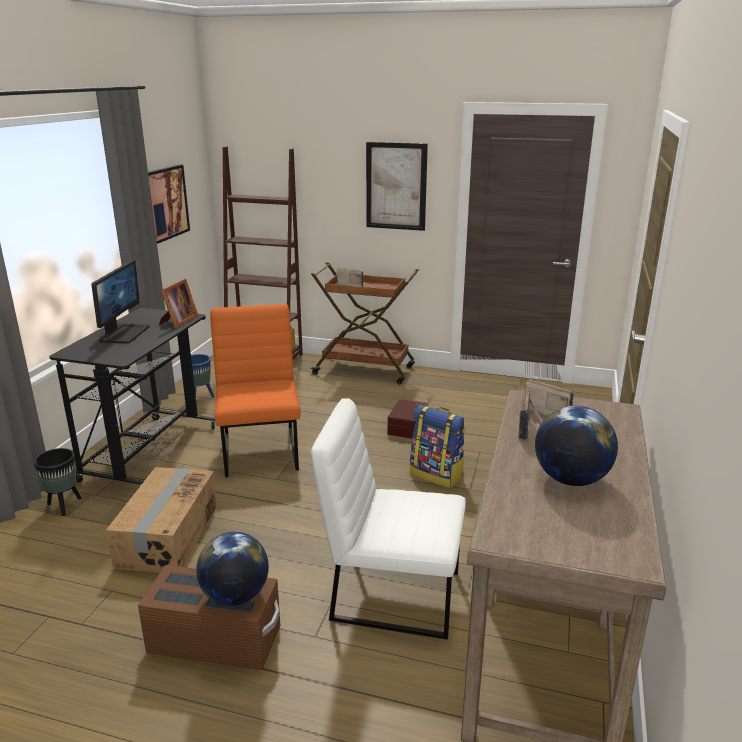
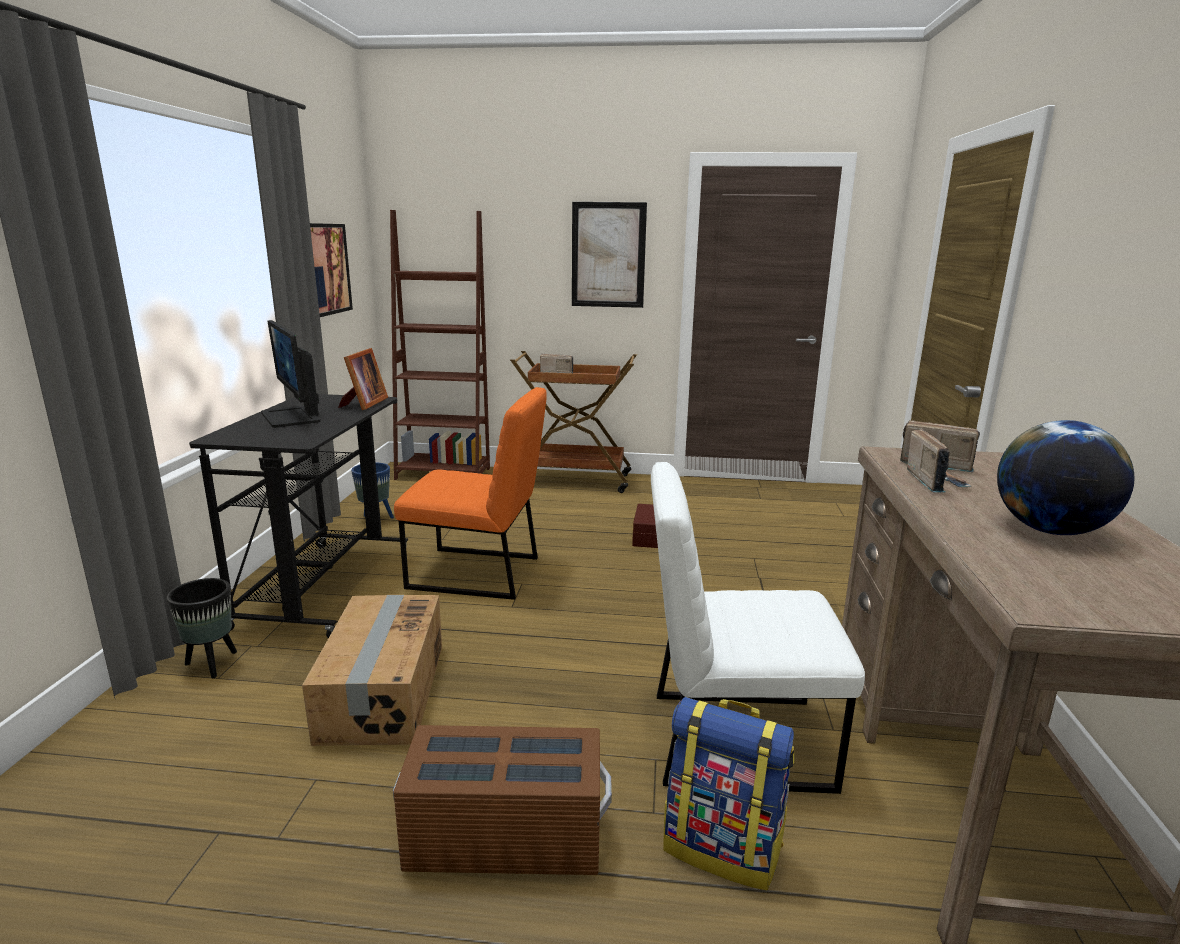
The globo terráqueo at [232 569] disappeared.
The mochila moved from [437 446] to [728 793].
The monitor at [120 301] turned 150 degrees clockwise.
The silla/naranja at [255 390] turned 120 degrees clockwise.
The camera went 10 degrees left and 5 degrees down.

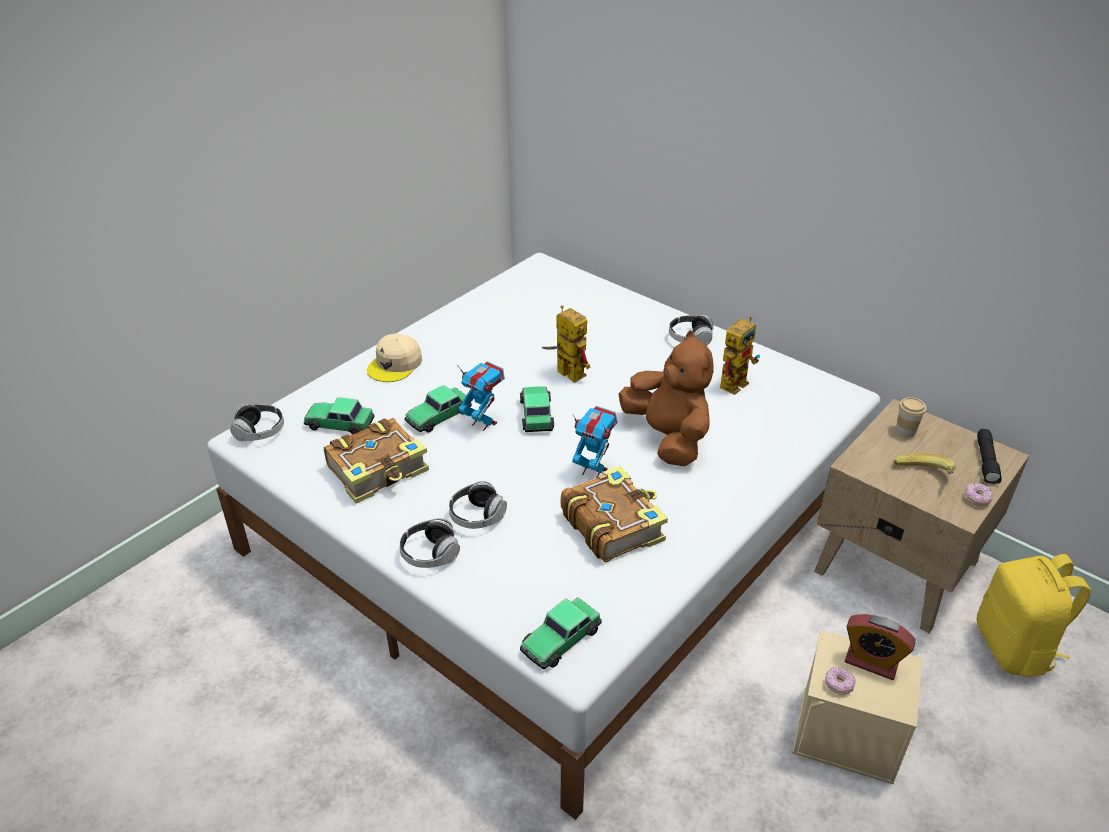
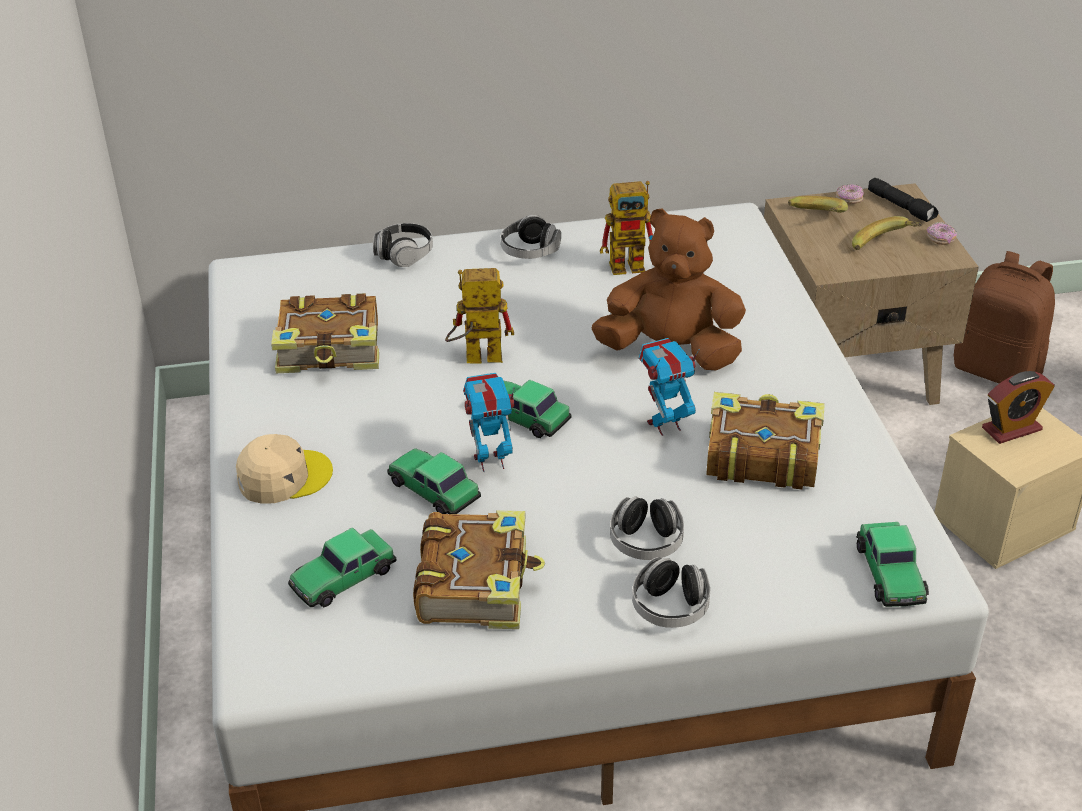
The libro at [325 333] appeared.
The auriculares moved from [257 422] to [403 245].
The rosquilla moved from [840 681] to [850 194].
The taza at [911 417] was replaced by the plátano at [818 204].
The mochila/amarillo at [1033 615] became the mochila/marrón at [1004 317].
The gorra/beis at [394 357] turned 90 degrees counterclockwise.
The coche de juguete at [438 409] turned 135 degrees clockwise.
The robot de juguete at [740 355] turned 90 degrees clockwise.
The camera went 50 degrees left and 0 degrees up.

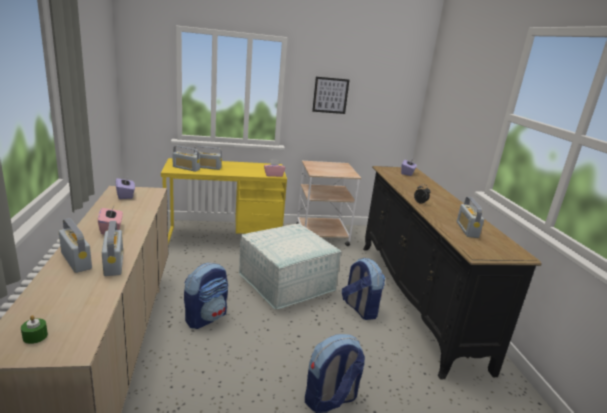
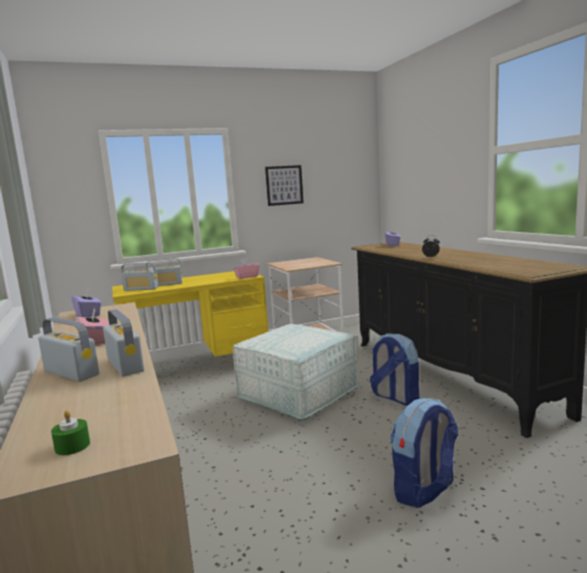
The mochila at [206 295] disappeared.
The radio at [470 217] disappeared.
The camera went 10 degrees left and 10 degrees down.

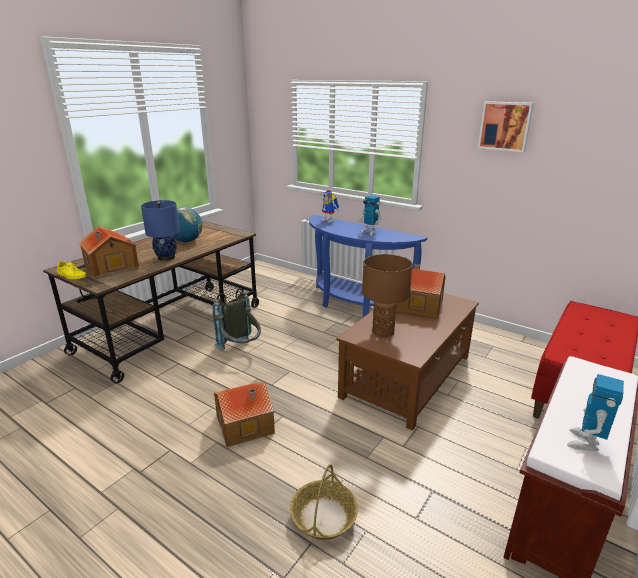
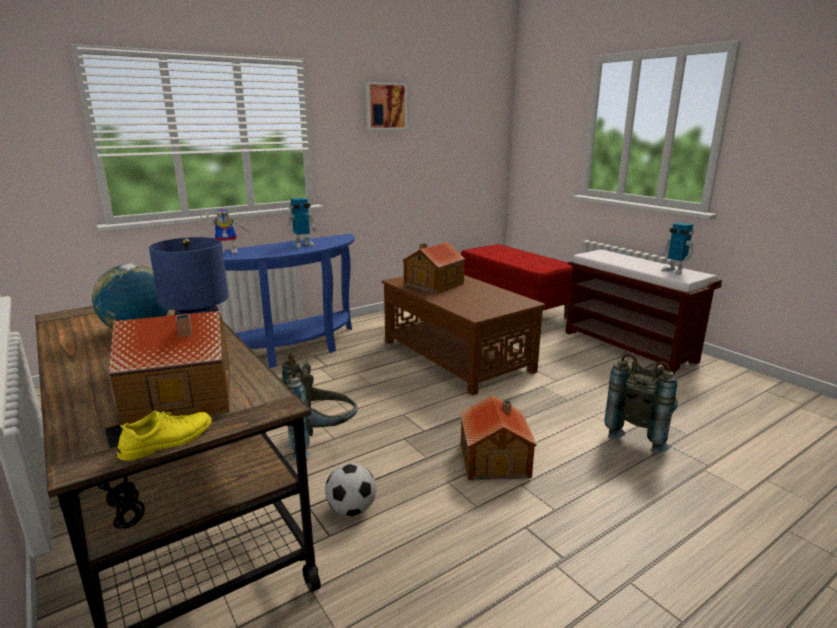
The lámpara de mesa/marrón at [387 295] disappeared.
The balón de fútbol at [350 489] appeared.
The cesta at [324 502] was replaced by the mochila/gris at [641 403].
The camera went 70 degrees left and 5 degrees down.

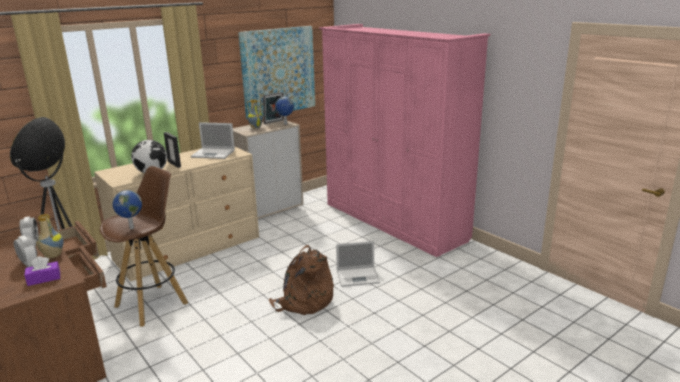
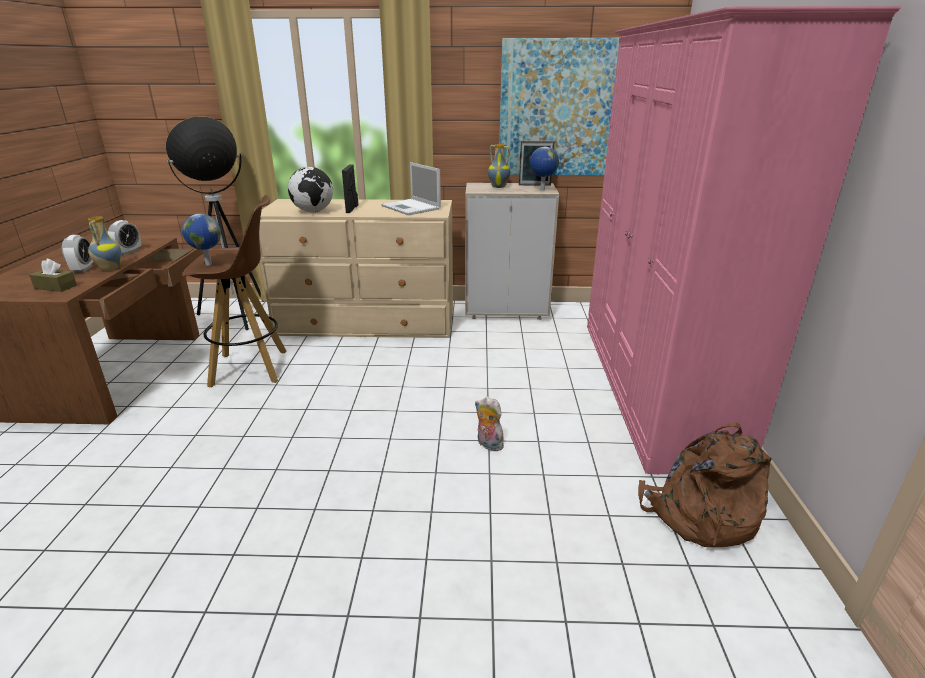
The mochila/marrón moved from [301 280] to [704 484].
The portátil at [358 264] was replaced by the peluche at [489 423].
The caja de pañuelos/morado at [42 271] became the caja de pañuelos/marrón at [53 275].
The camera went 40 degrees right and 5 degrees up.

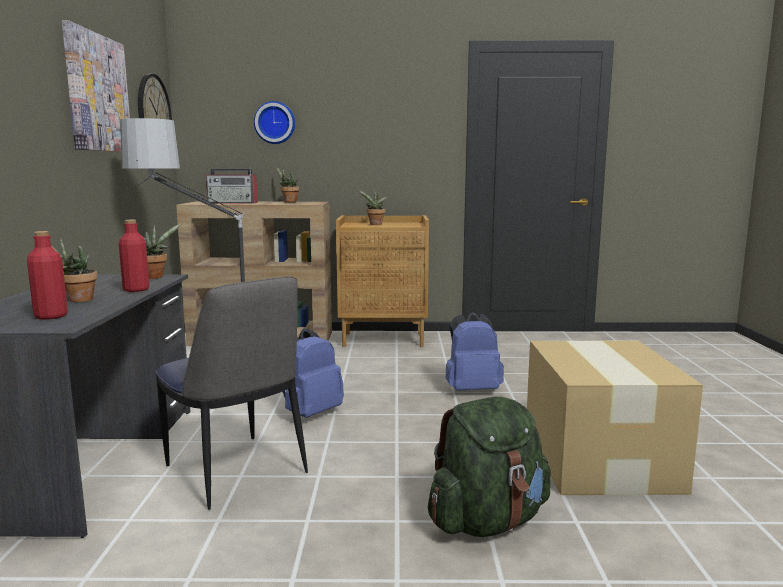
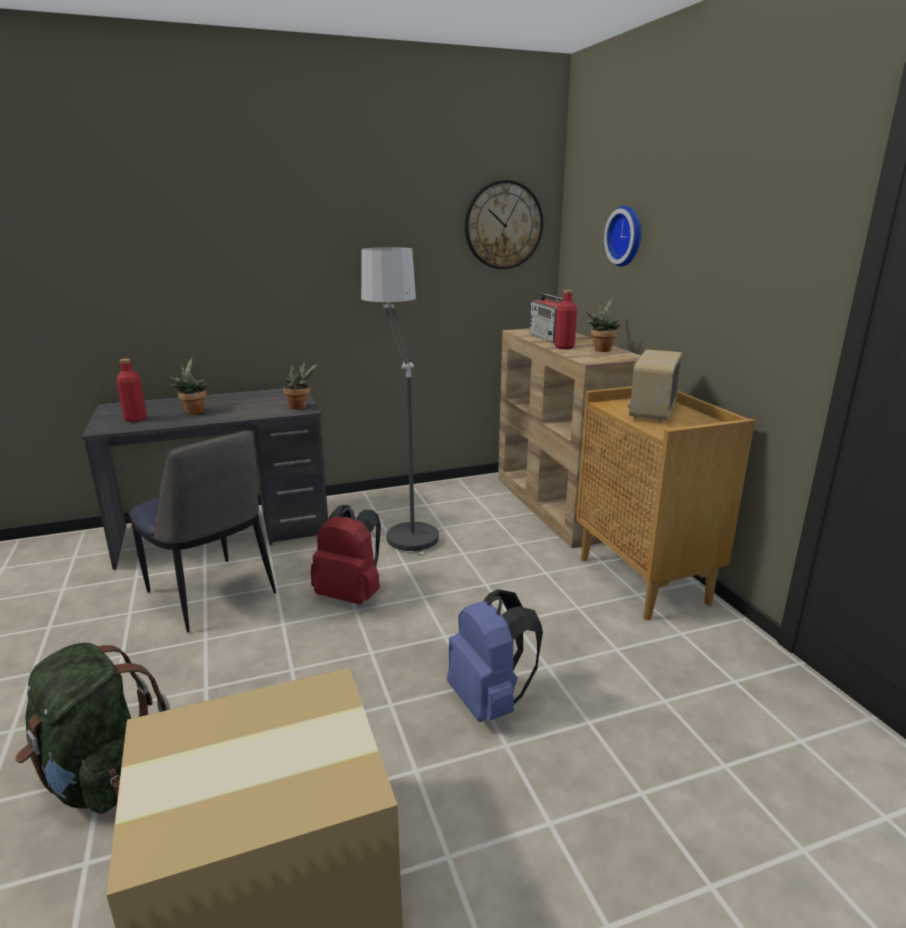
The cuadro at [96 86] disappeared.
The botella/rojo moved from [134 256] to [565 319].
The planta en maceta at [373 207] was replaced by the radio at [654 385].
The mochila/azul at [313 373] became the mochila/rojo at [346 555].
The silla at [231 393] turned 75 degrees counterclockwise.
The camera went 70 degrees right and 10 degrees up.

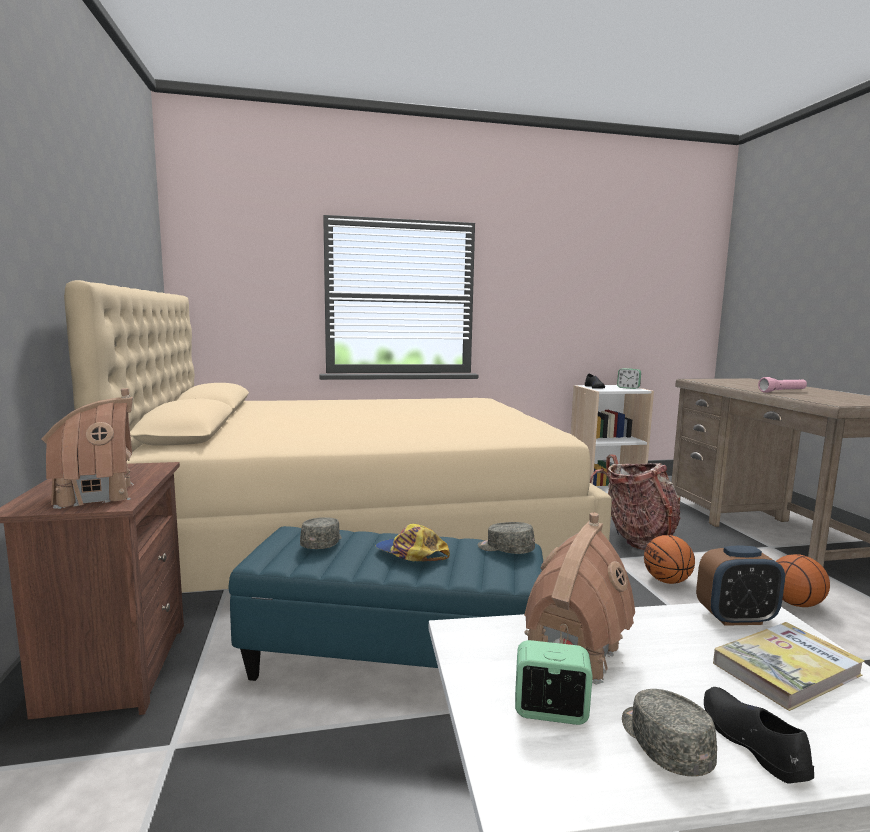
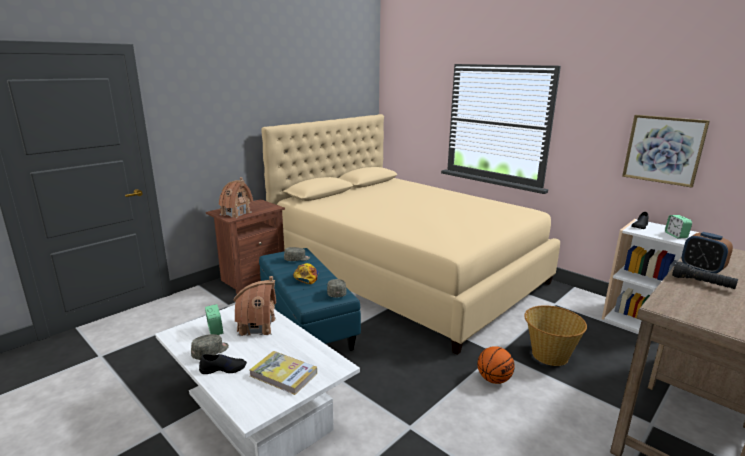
The balón de baloncesto at [803 580] disappeared.
The cuadro at [666 151] appeared.
The despertador moved from [740 586] to [707 252].
The mochila at [635 502] was replaced by the cesta at [555 335].
The linterna/rosa at [782 384] became the linterna/negro at [705 275].
The zapato/negro at [759 735] turned 45 degrees clockwise.
The camera went 55 degrees right and 10 degrees up.

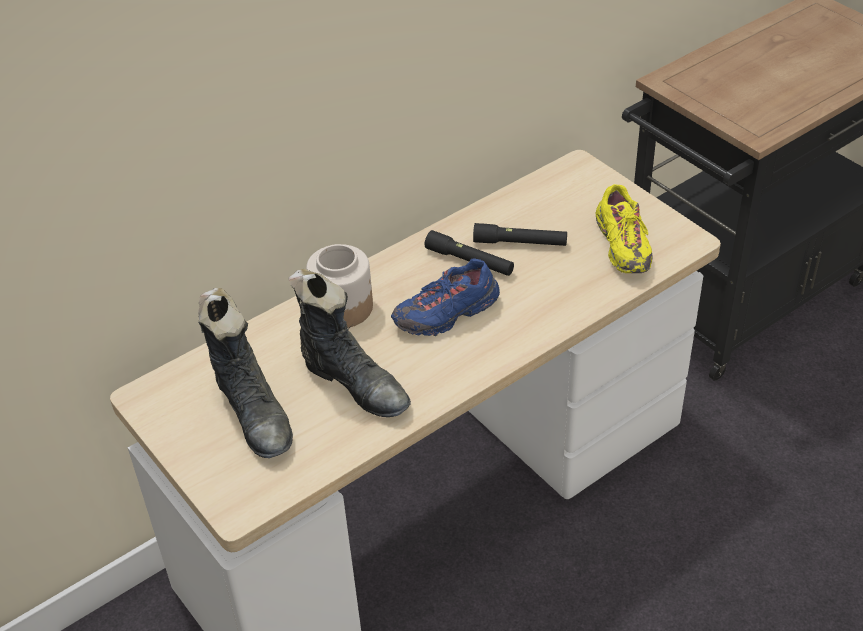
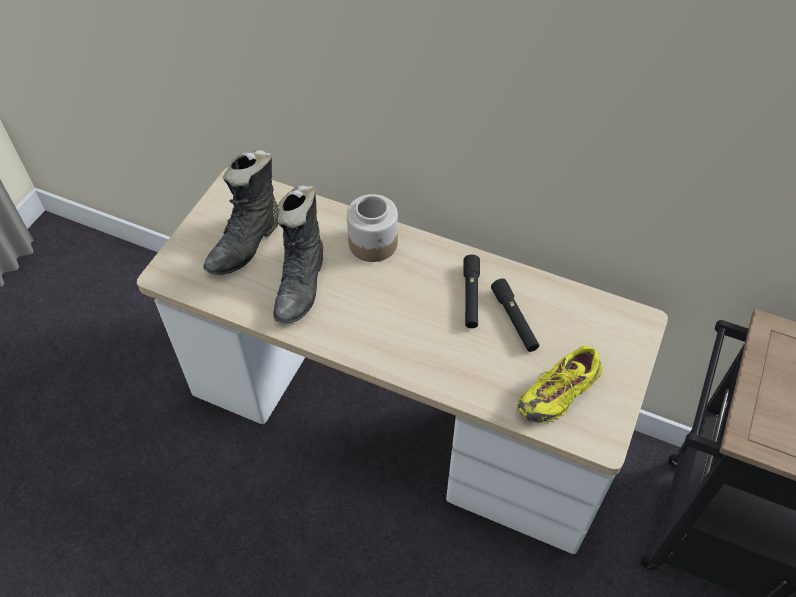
The zapato/azul at [445 297] disappeared.
The camera went 60 degrees right and 10 degrees up.

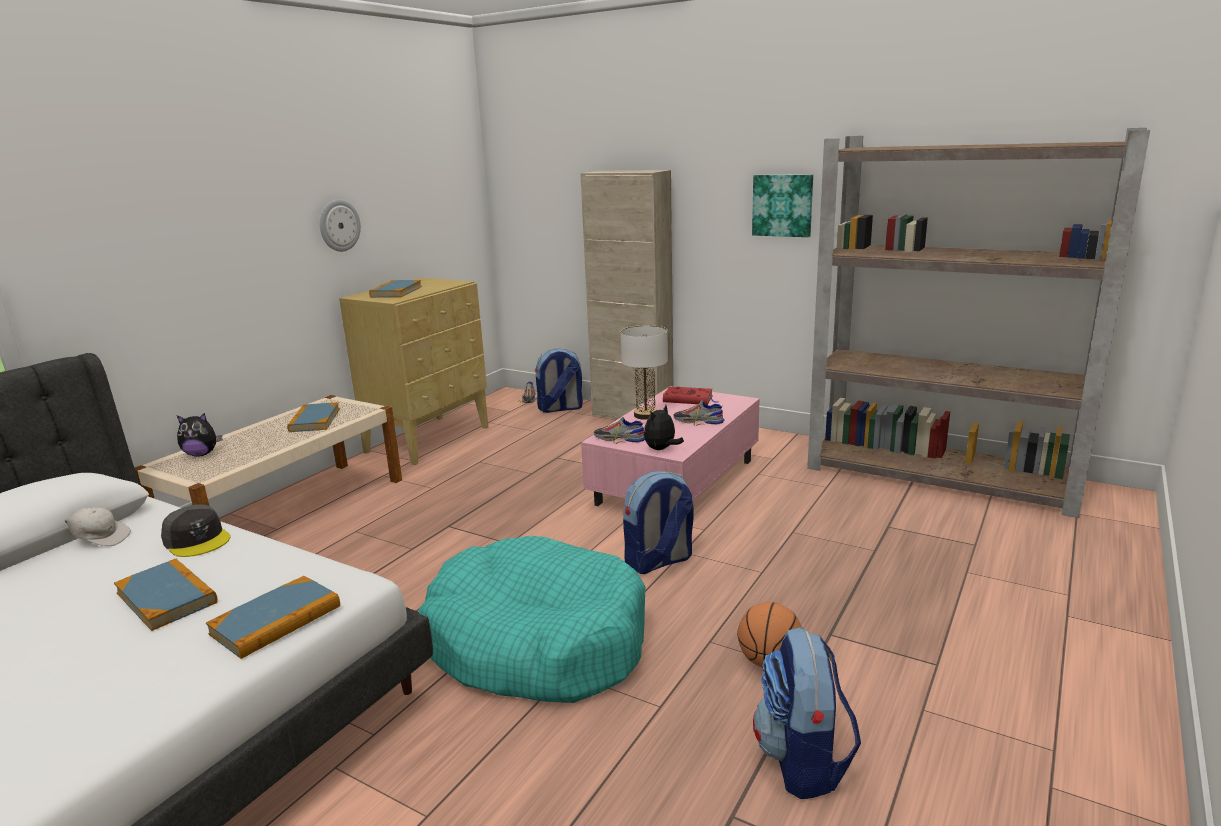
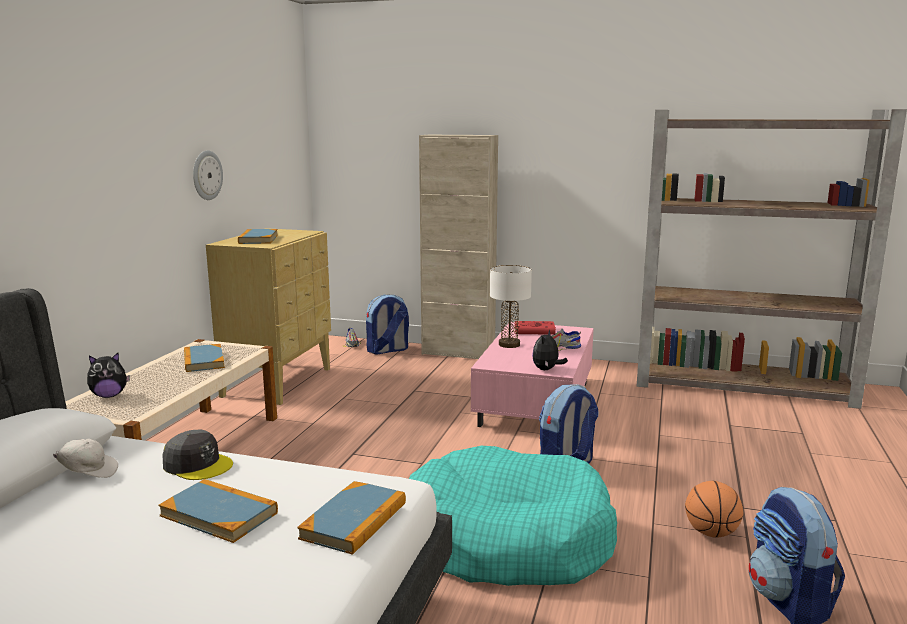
The zapato at [619 430] disappeared.
The cuadro at [782 206] disappeared.
The camera went 15 degrees left and 5 degrees down.

